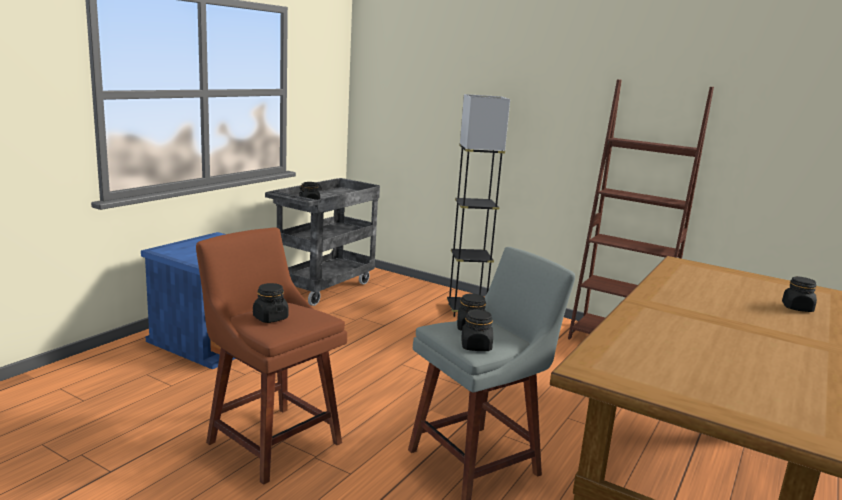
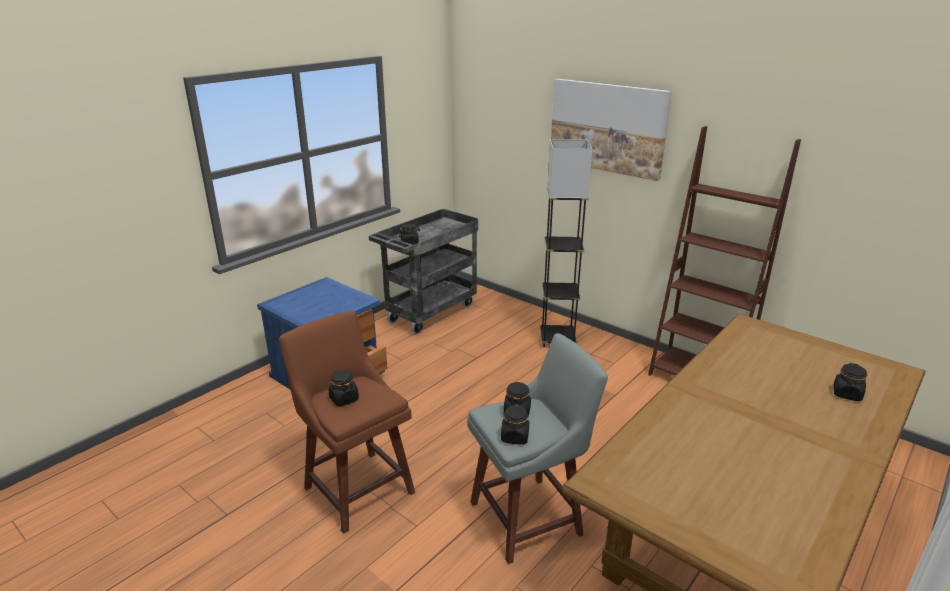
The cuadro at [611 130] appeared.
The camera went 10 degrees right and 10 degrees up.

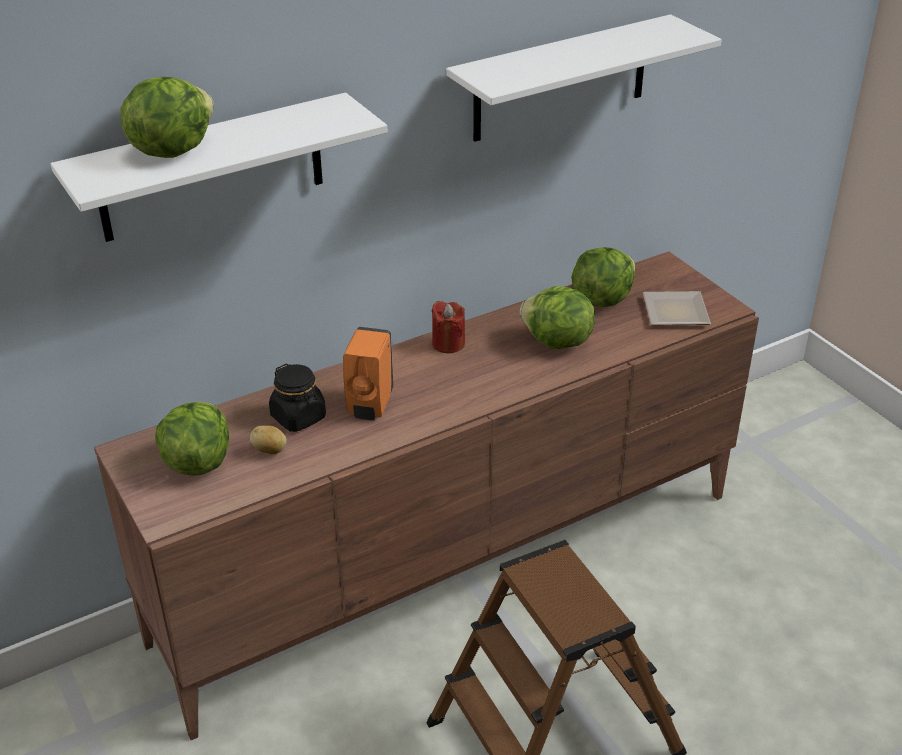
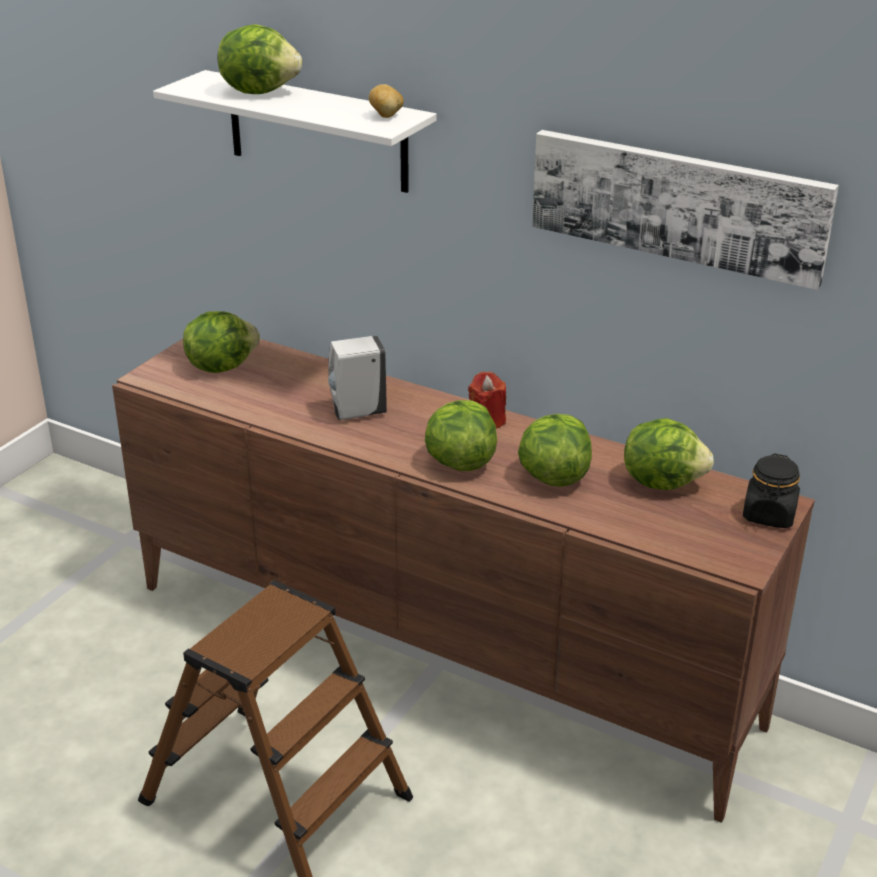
The plato at [677 308] disappeared.
The lechuga at [461 435] appeared.
The patata moved from [268 440] to [386 101].
The tarro/negro moved from [297 398] to [771 490].
The estante/blanco at [584 78] was replaced by the cuadro at [685 210].
The dispensador de jabón/naranja at [368 373] became the dispensador de jabón/blanco at [357 378].
The camera went 60 degrees right and 5 degrees down.

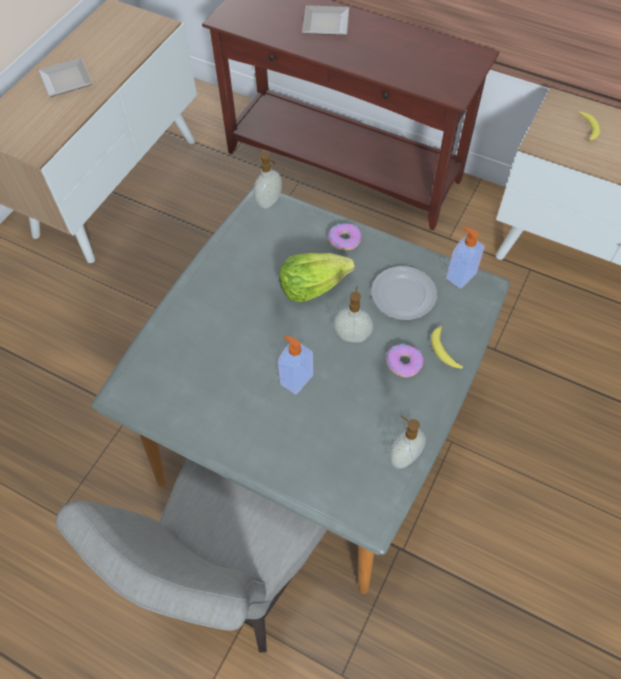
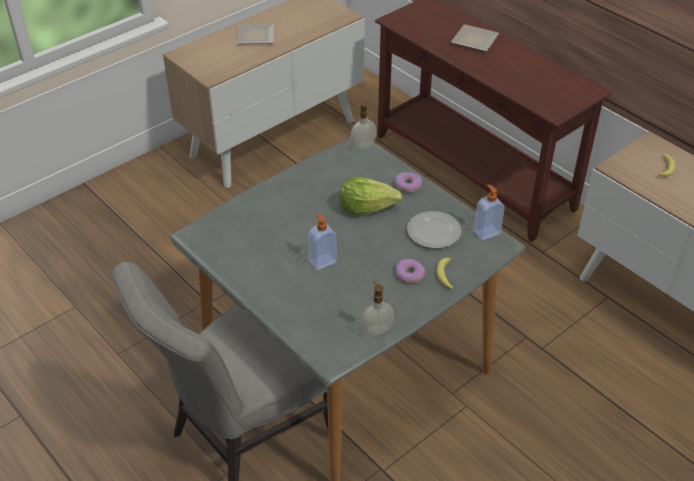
The dispensador de jabón at [353 314] disappeared.
The camera went 20 degrees right and 15 degrees down.

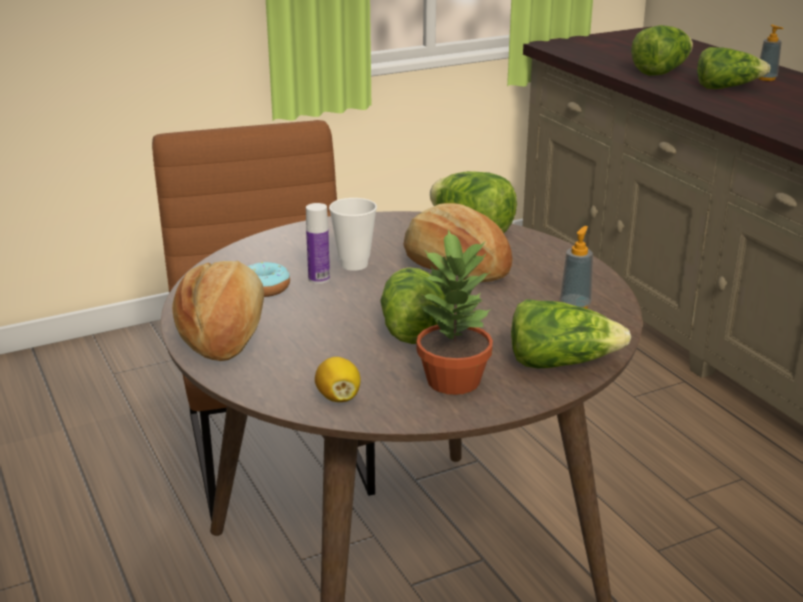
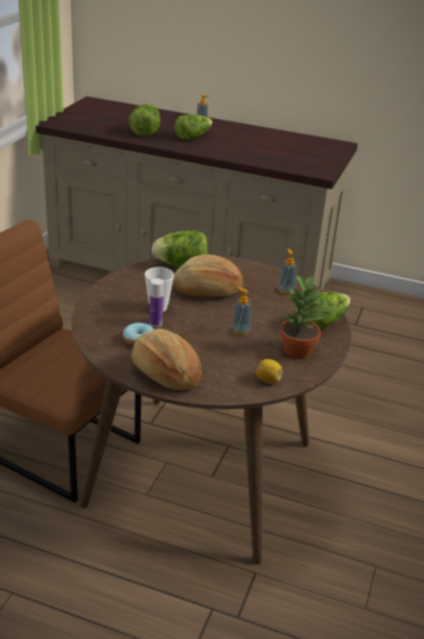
The lechuga at [415 305] was replaced by the dispensador de jabón at [241 311].
The camera went 45 degrees left and 5 degrees up.

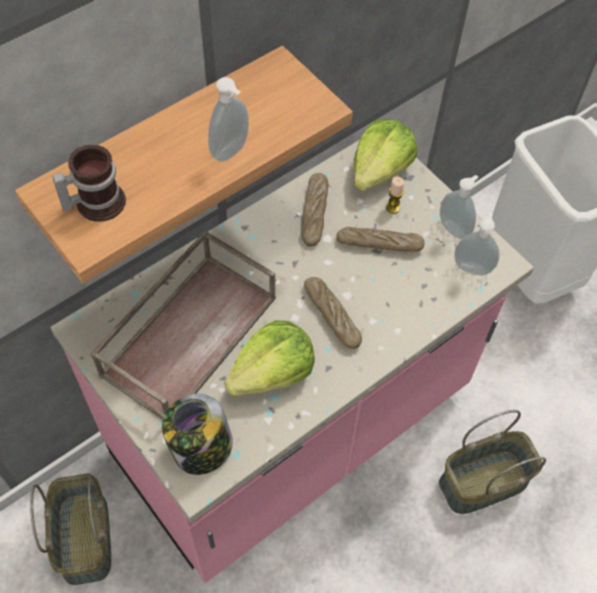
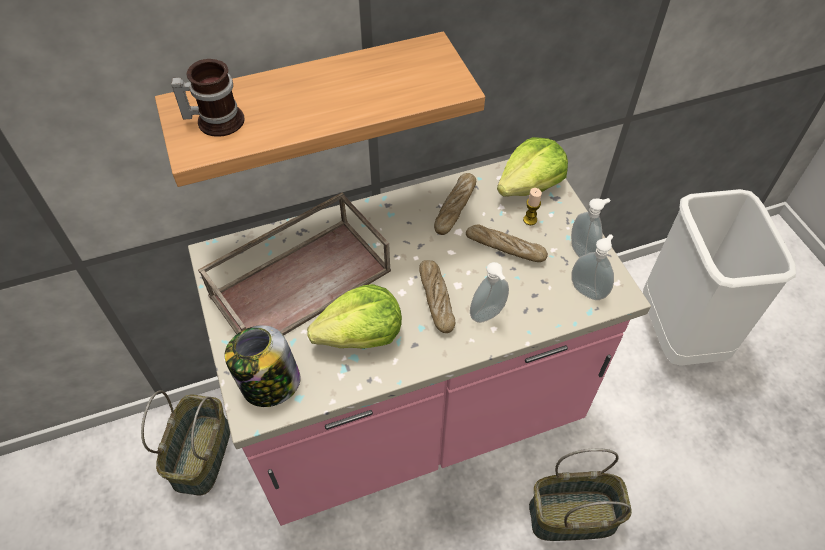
The dispensador de jabón moved from [228 119] to [489 292].
The camera went 20 degrees right and 5 degrees down.

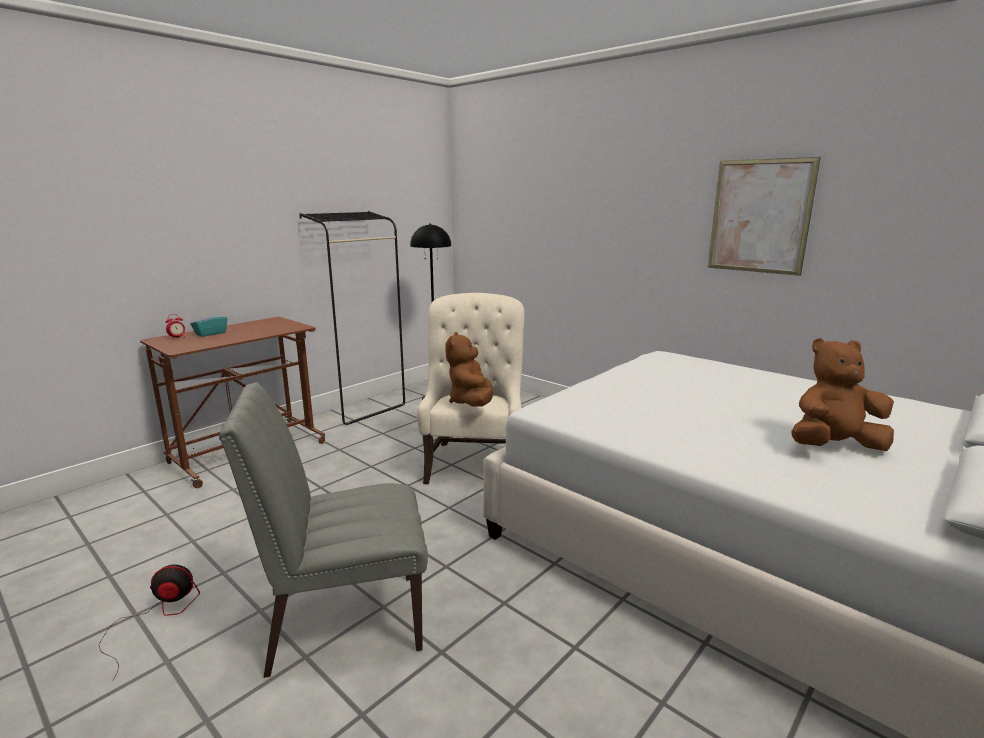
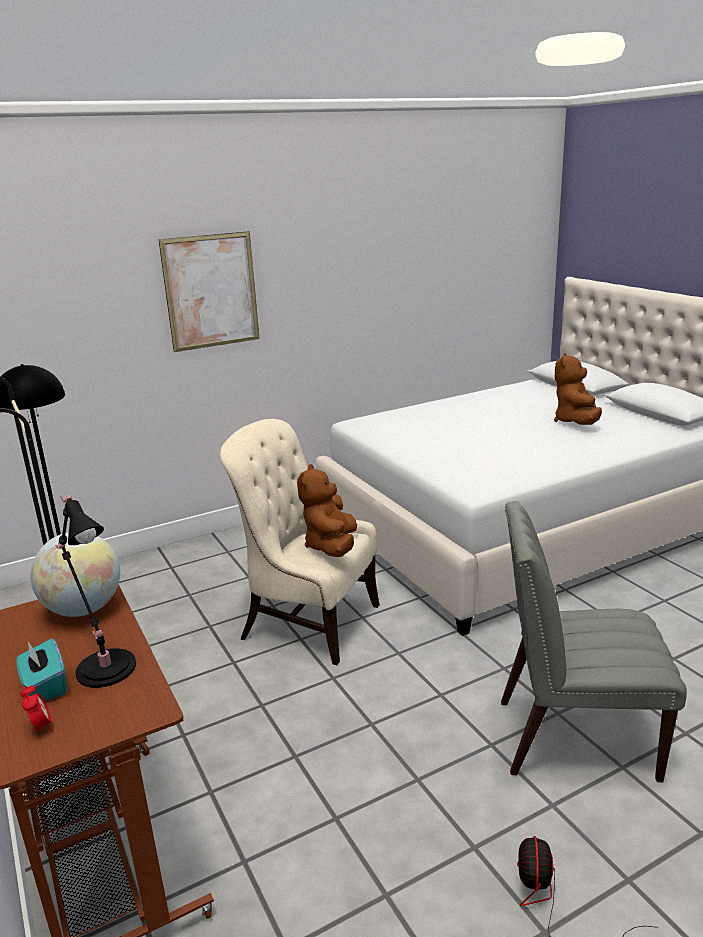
The globo terráqueo at [75 574] appeared.
The lámpara de mesa/negro at [95 591] appeared.
The cuadro moved from [764 216] to [209 291].
The silla/gris at [323 530] turned 90 degrees clockwise.
The peluche/marrón at [469 369] turned 75 degrees clockwise.
The camera went 70 degrees left and 5 degrees up.

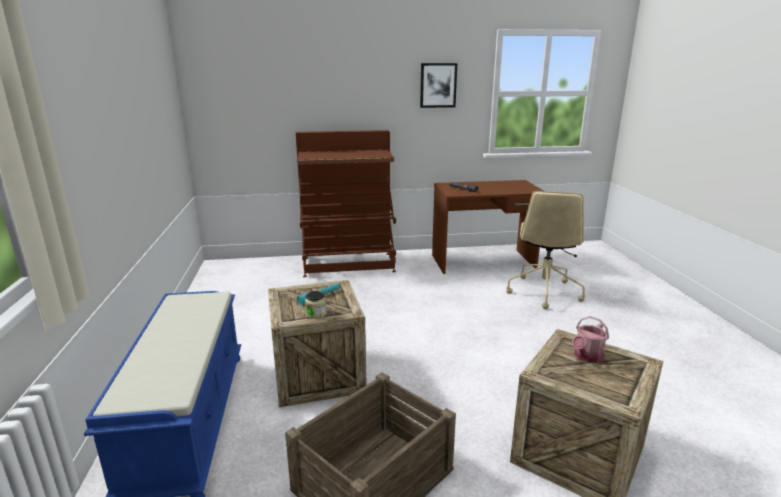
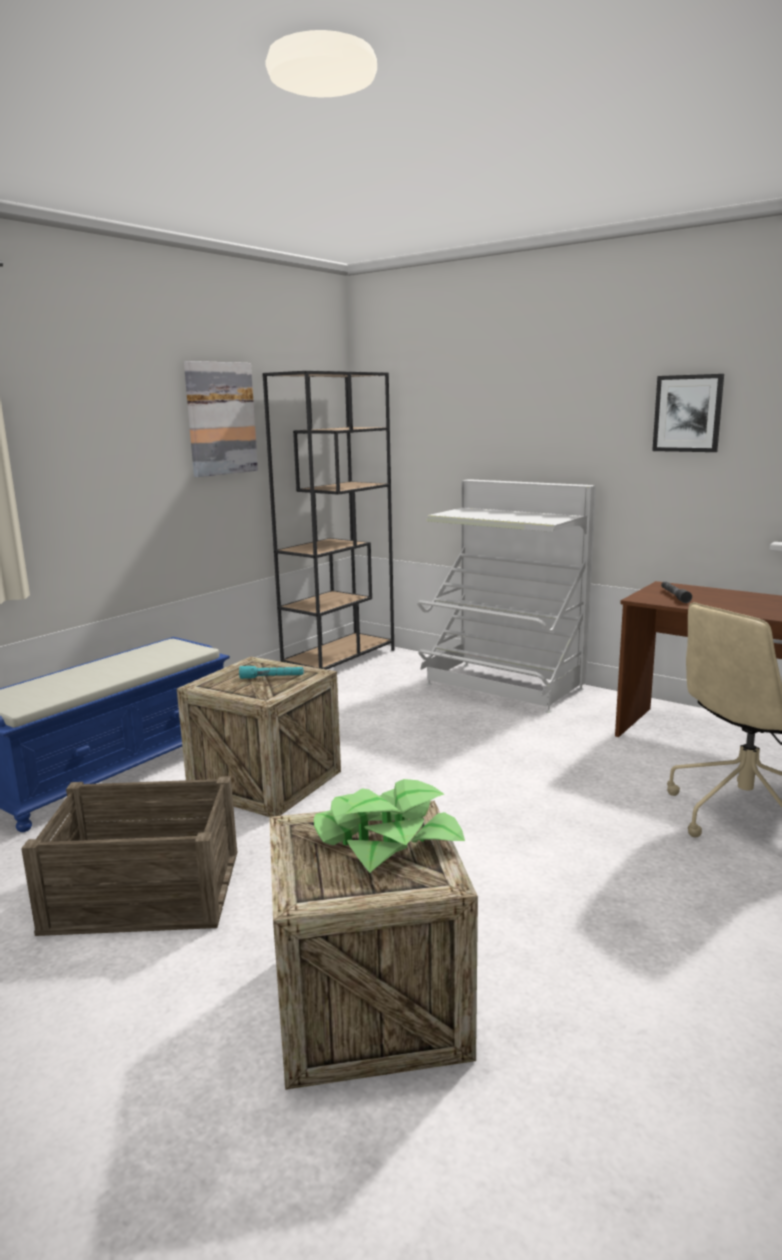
The tarro at [315 305] disappeared.
The cuadro at [221 419] appeared.
The estantería at [328 520] appeared.
The regadera at [590 339] was replaced by the planta en maceta at [389 826].
The zapatero/marrón at [346 203] became the zapatero/blanco at [506 596].
The camera went 45 degrees right and 5 degrees down.

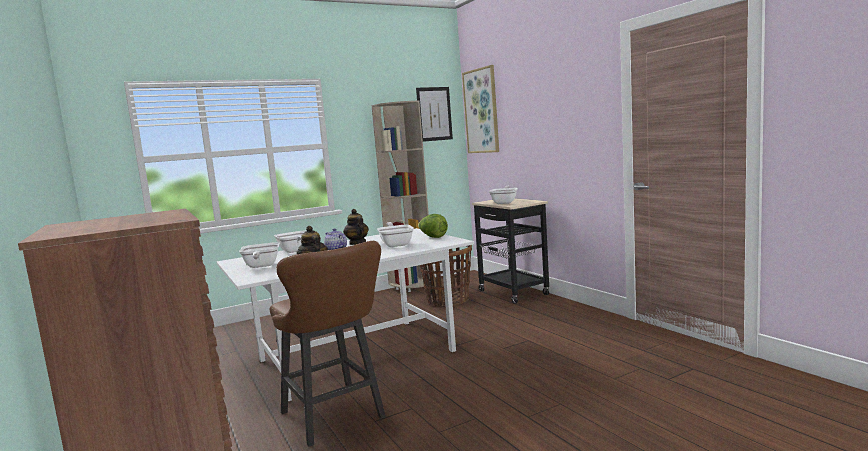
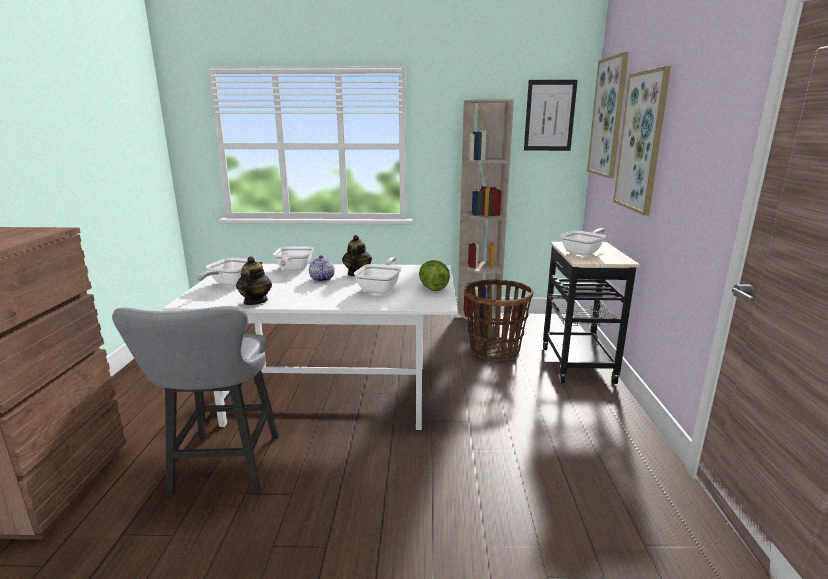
The cuadro at [642 141] appeared.
The taburete/marrón at [328 344] became the taburete/gris at [195 401].
The camera went 30 degrees right and 10 degrees up.

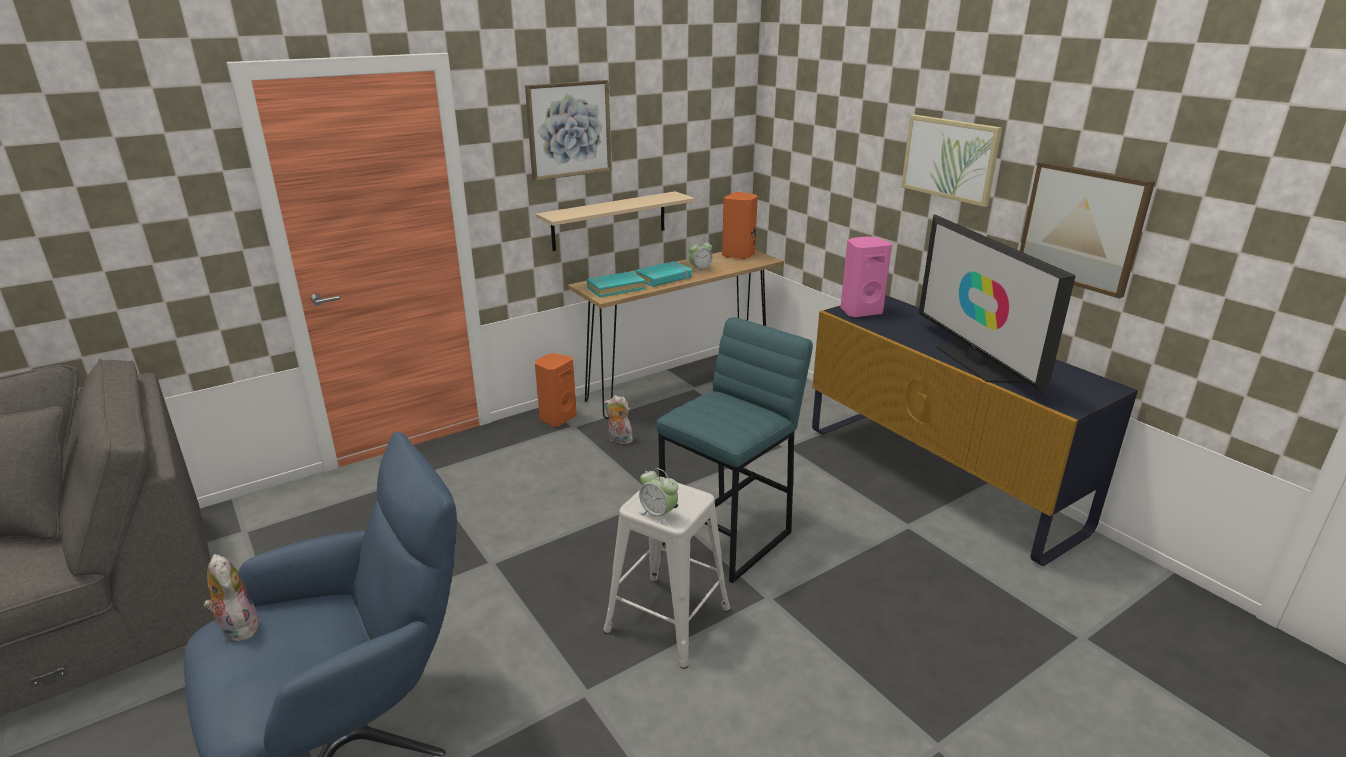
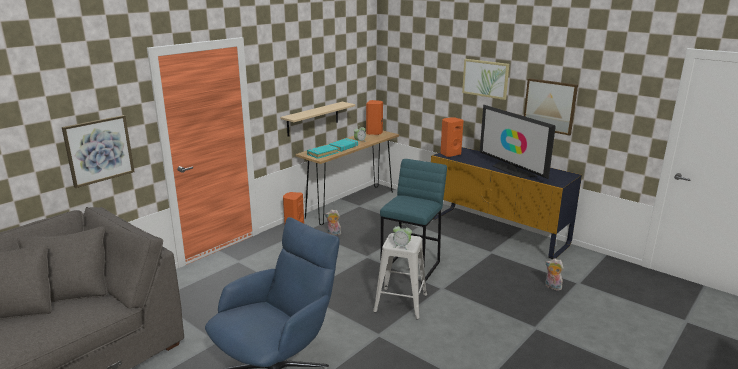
The peluche moved from [232 598] to [554 274].
The cuadro moved from [568 130] to [98 151].
The altavoz/rosa at [866 277] became the altavoz/naranja at [452 137].
The camera went 15 degrees left and 5 degrees down.

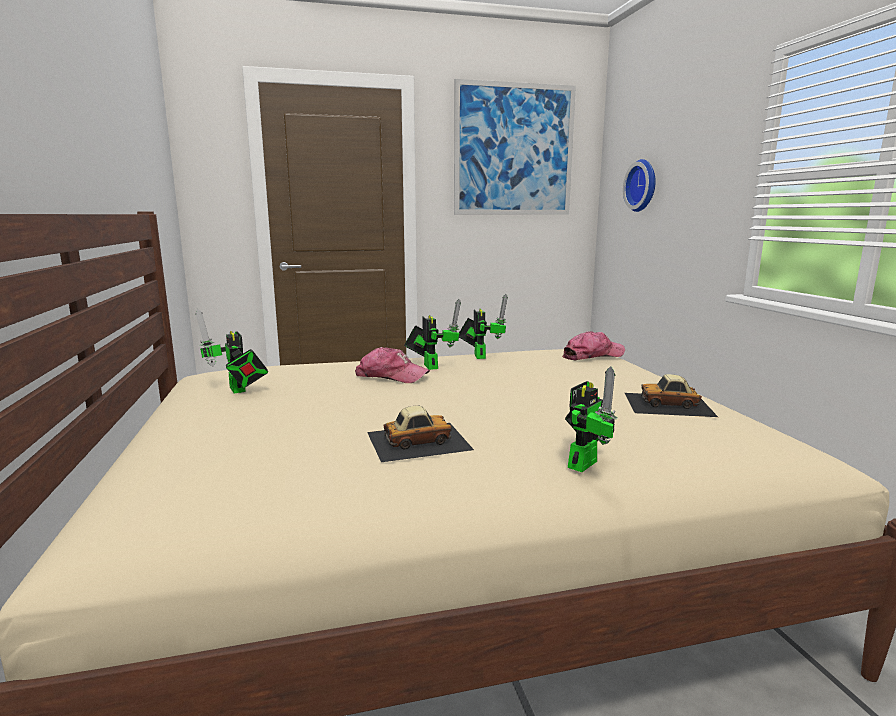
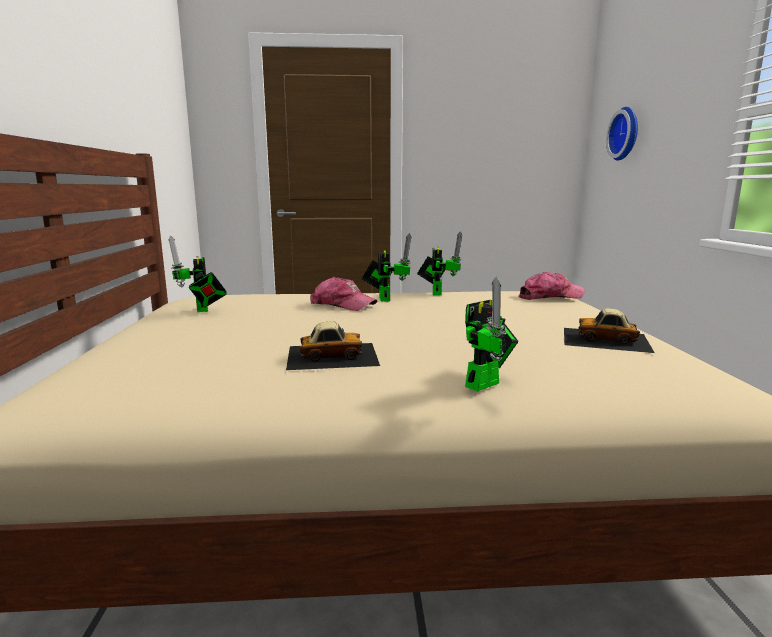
The cuadro at [515 146] disappeared.
The camera went 10 degrees right and 0 degrees up.

